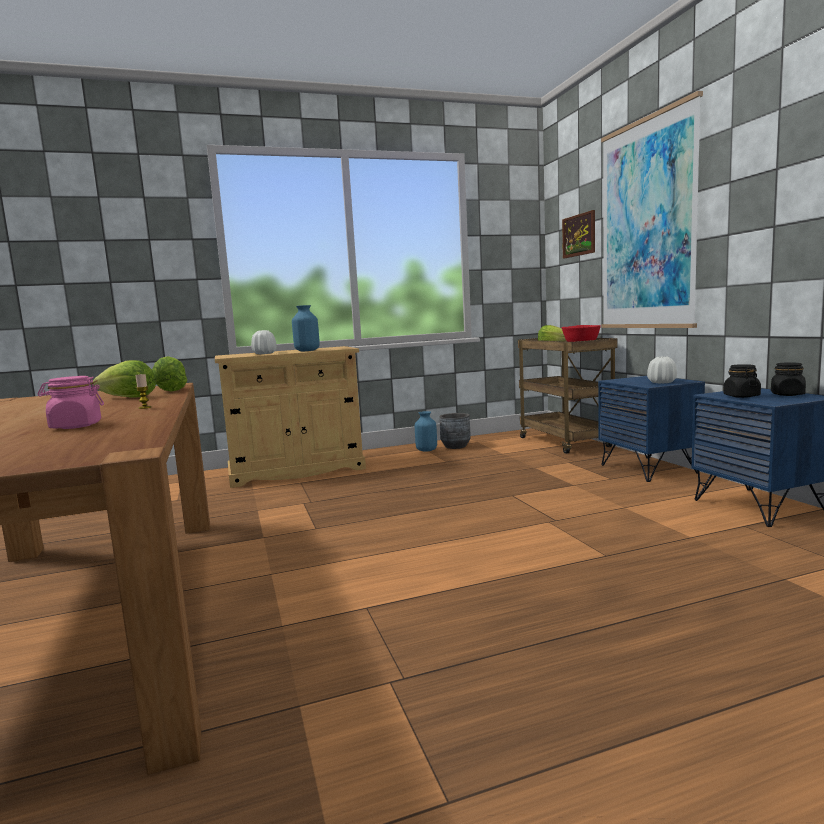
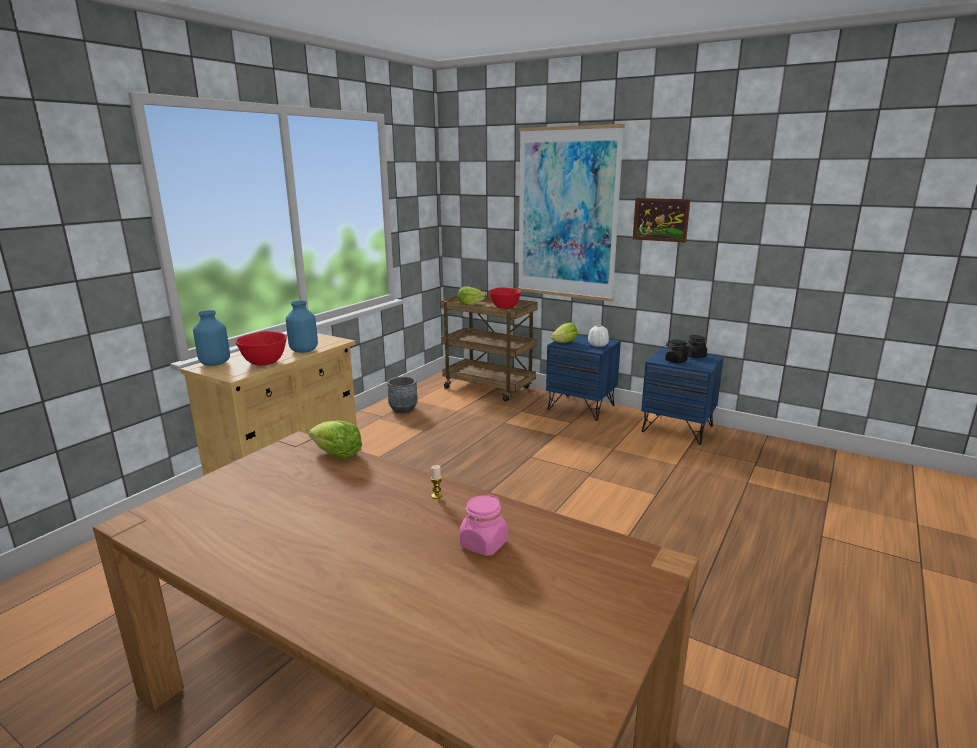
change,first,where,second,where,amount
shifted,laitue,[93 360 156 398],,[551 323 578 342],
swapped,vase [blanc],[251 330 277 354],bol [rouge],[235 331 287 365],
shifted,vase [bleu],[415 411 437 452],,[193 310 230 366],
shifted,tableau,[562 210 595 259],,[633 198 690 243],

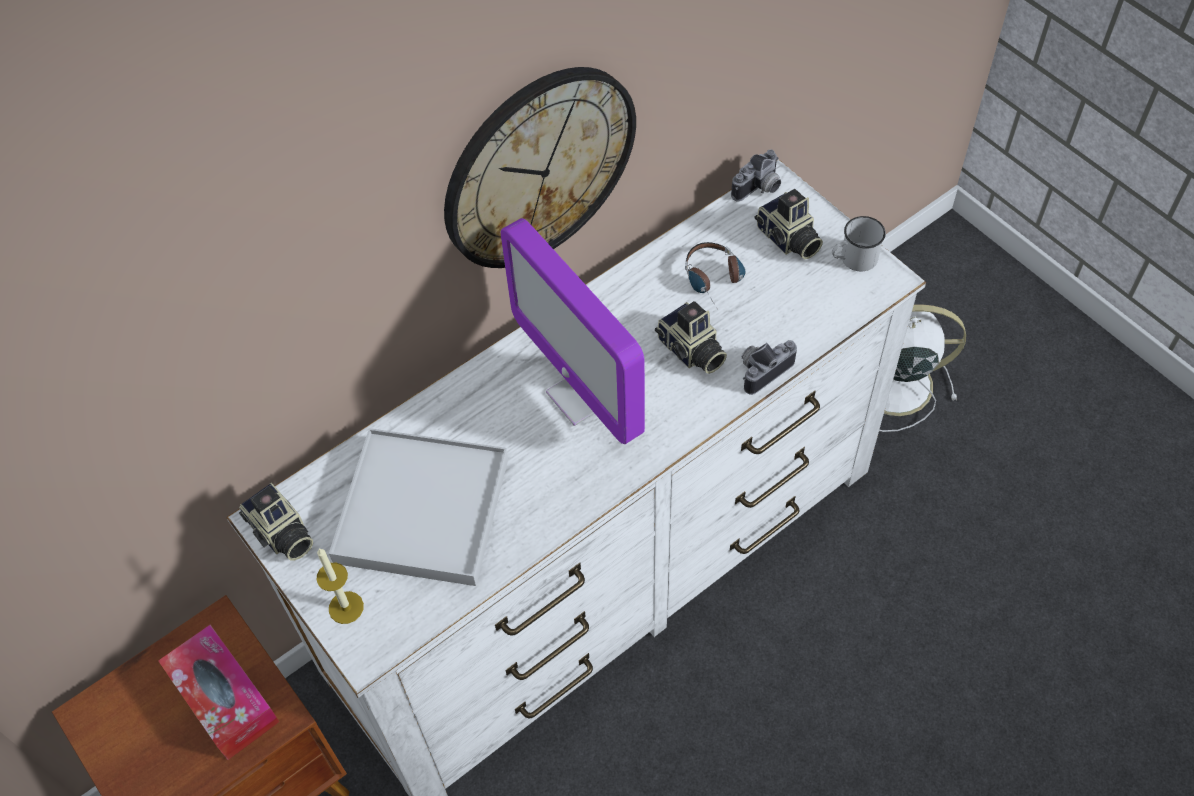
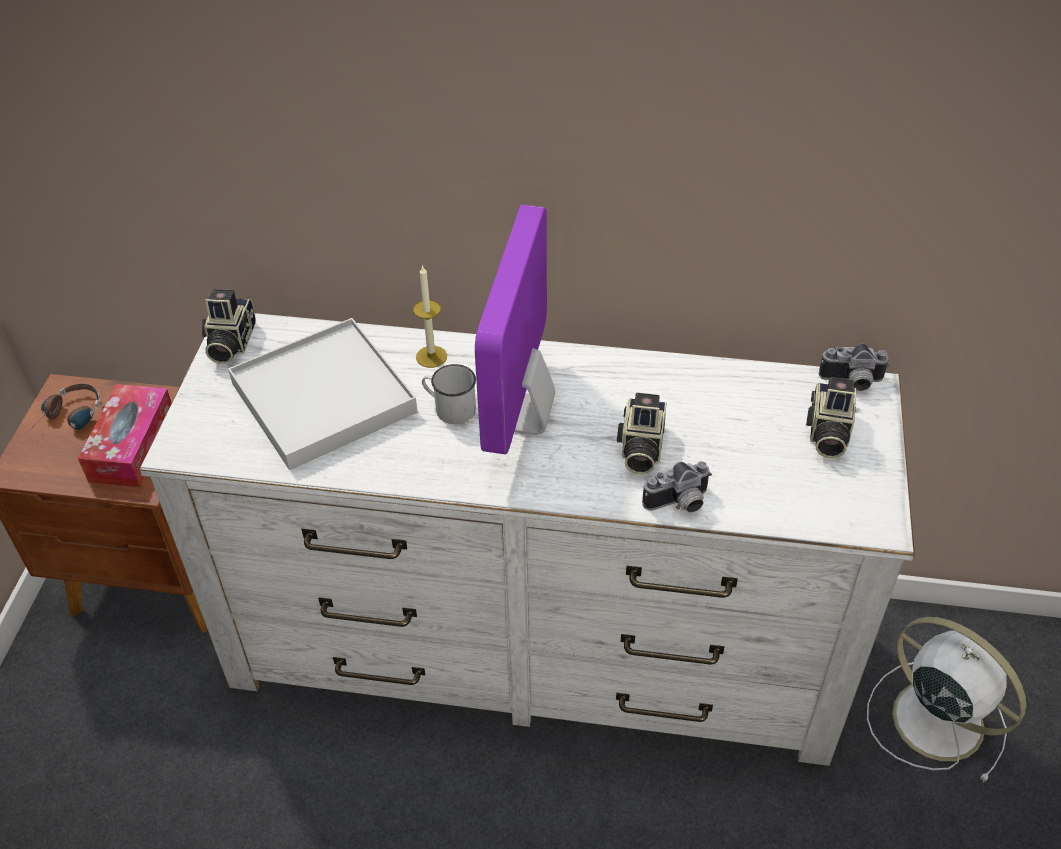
change,first,where,second,where,amount
shifted,bougie,[317 548 364 624],,[413 265 447 368],
gone,horloge murale,[444 67 636 268],,,
shifted,casque audio,[685 242 746 310],,[41 384 100 430],
rotated,appareil photo,[742 340 797 395],,[642 461 712 513],150 degrees clockwise
shifted,mug [blanc],[832 216 886 271],,[422 364 476 424],

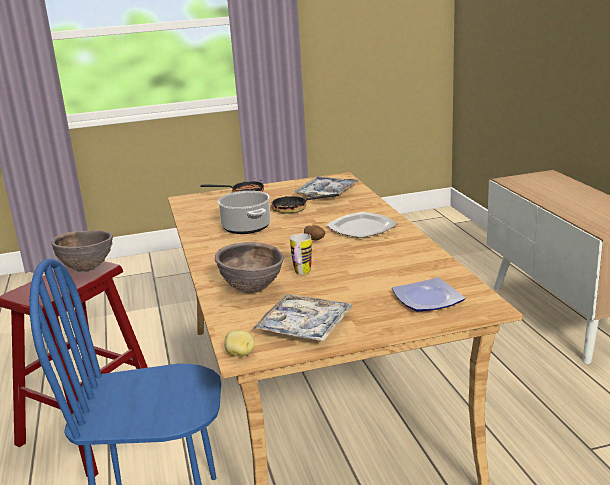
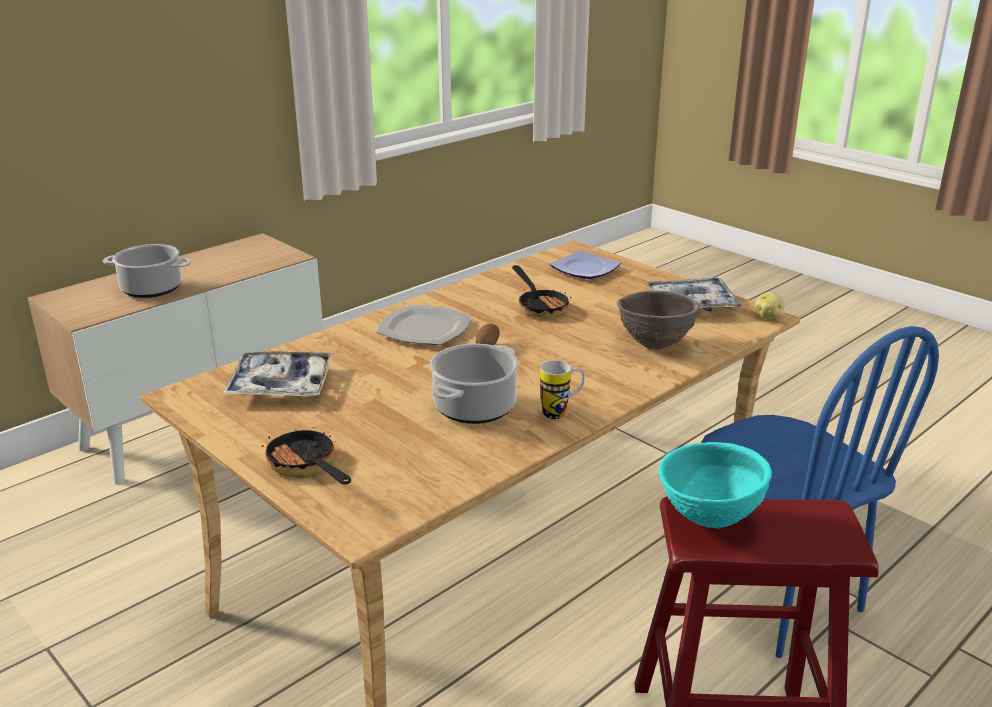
change,first,where,second,where,amount
repainted,bol [marron],[51 230 113 271],bol [turquoise],[658 442 772 529],
shifted,poêle,[271 194 339 214],,[512 265 572 318],
shifted,mug,[290 233 312 274],,[540 360 585 419],
new,,,marmite,[103 244 191 298],

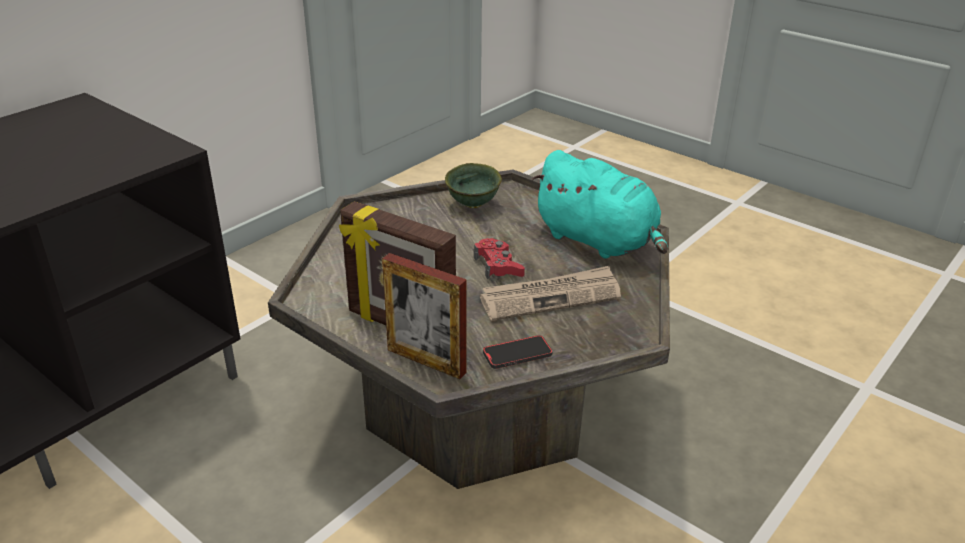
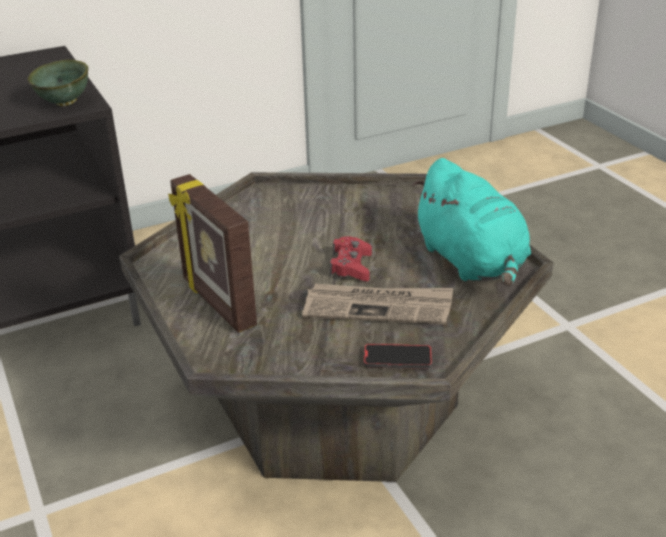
change,first,where,second,where,amount
gone,cadre photo,[382 253 467 379],,,
shifted,bol [vert],[445 163 502 208],,[28 59 88 106],
shifted,téléphone,[483 335 552 369],,[364 344 432 369],

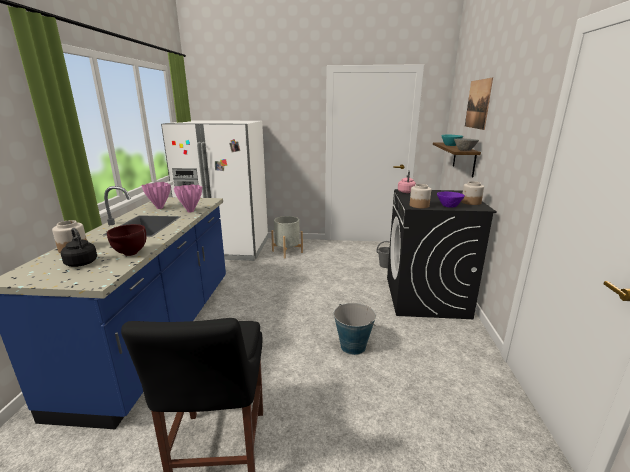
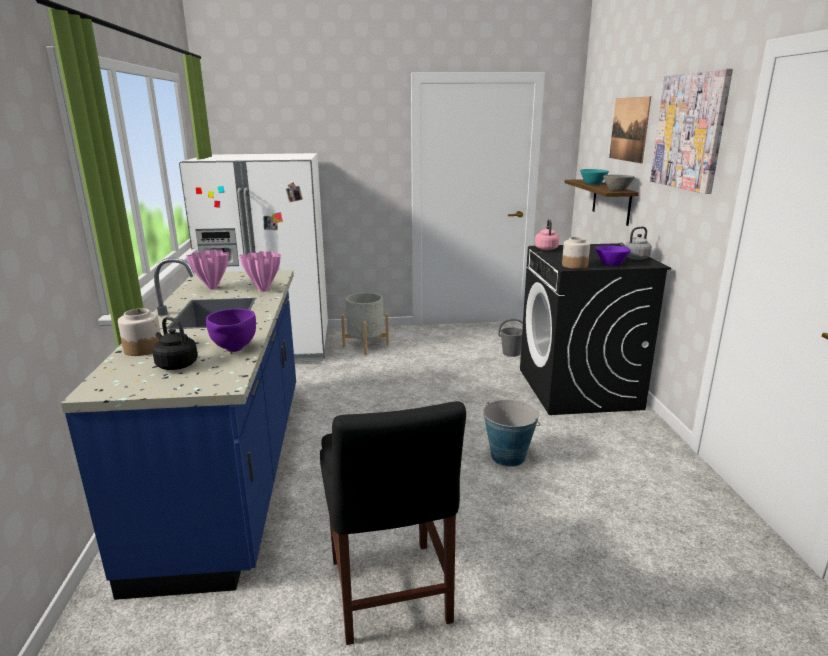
change,first,where,second,where,amount
repainted,bol [marron],[107 224 146 256],bol [violet],[206 308 256 352],
swapped,bocal,[461 181 484 205],bouilloire [gris],[620 227 652 260],
new,,,tableau,[650 69 733 194],

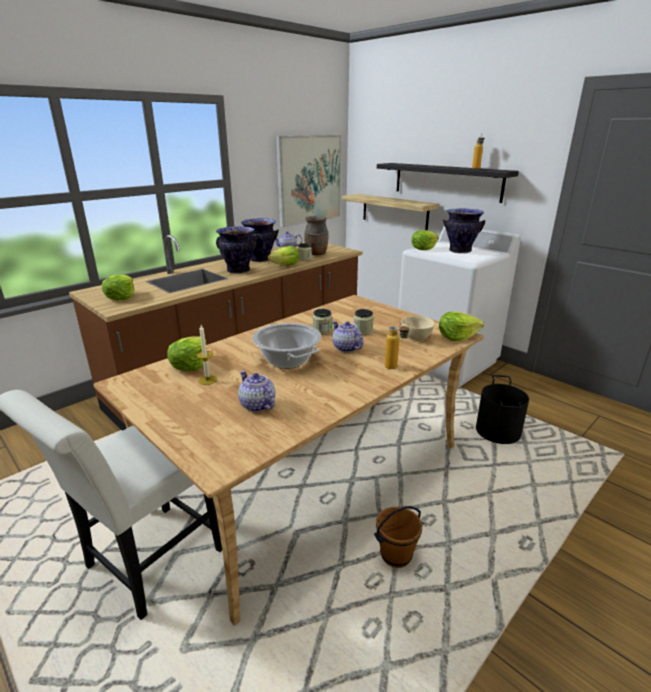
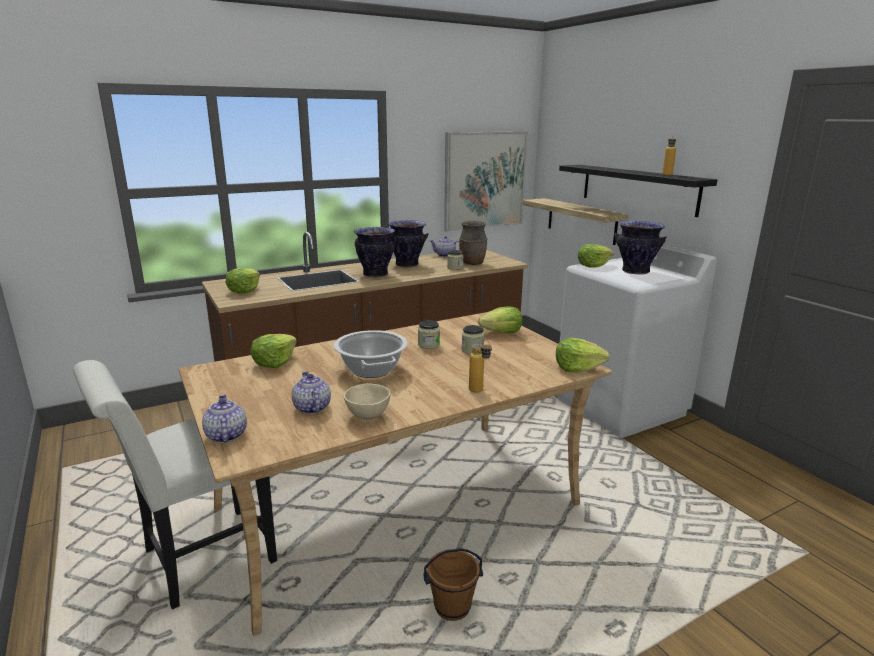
change,first,where,second,where,amount
gone,bougie,[196 325 217 385],,,
shifted,laitue,[268 246 299 265],,[478 307 522 333],
shifted,théière,[332 321 364 352],,[202 394 247 443],
shifted,bol [beige],[401 316 435 340],,[344 384 391 420],
gone,seau [noir],[476 375 529 444],,,

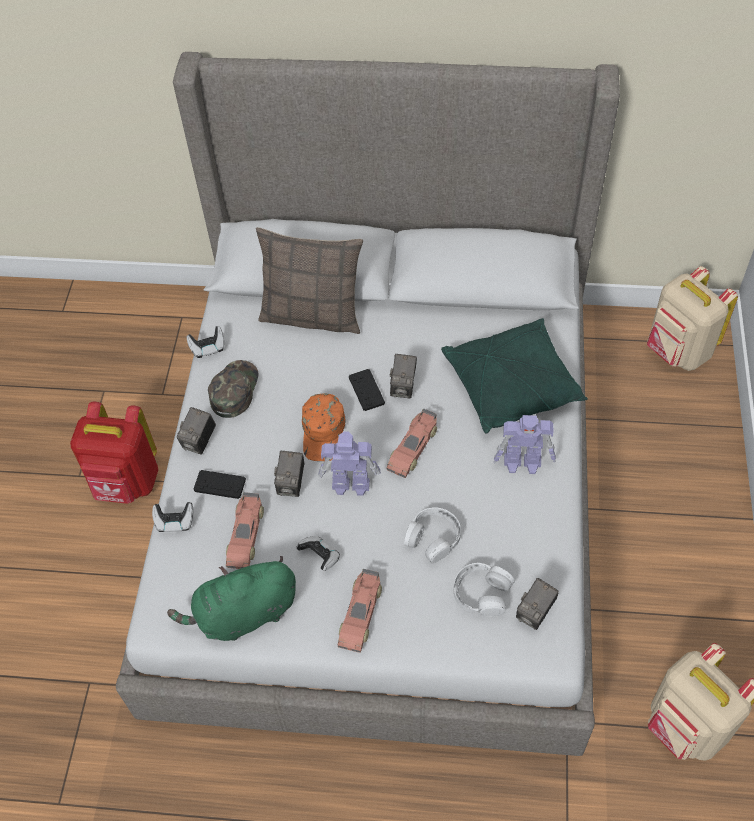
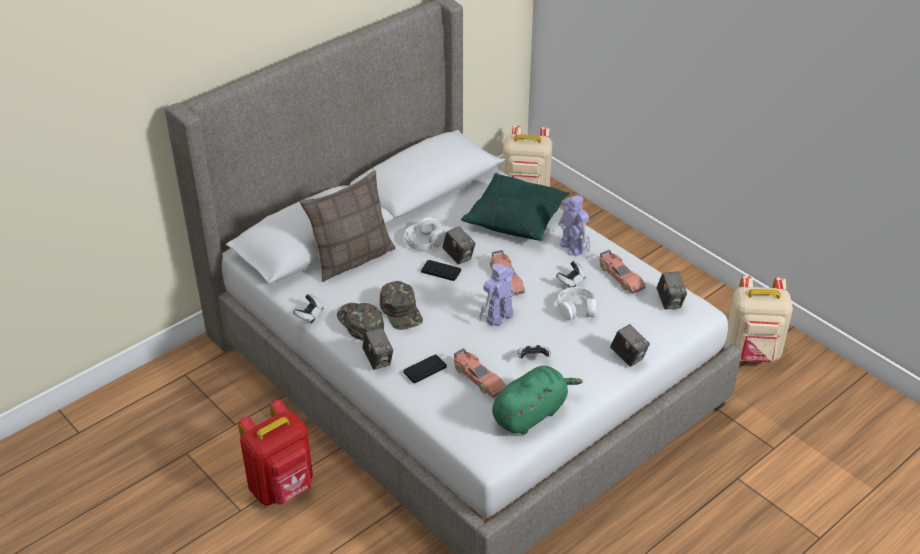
change,first,where,second,where,amount
shifted,manette,[152 502 194 532],,[556 261 586 288],
rotated,peluche [vert],[167 556 296 641],,[492 366 583 435],150 degrees counterclockwise
shifted,appareil photo,[274 451 304 497],,[610 324 650 367],
gone,casquette [orange],[302 393 345 461],,,
shifted,petite voiture,[338 569 382 653],,[600 250 646 294],
shifted,casque audio [blanc],[454 563 515 616],,[405 217 446 251],
rotated,robot jouet,[493 415 556 474],,[558 196 590 257],75 degrees counterclockwise
new,,,casquette [vert],[380 281 423 330],

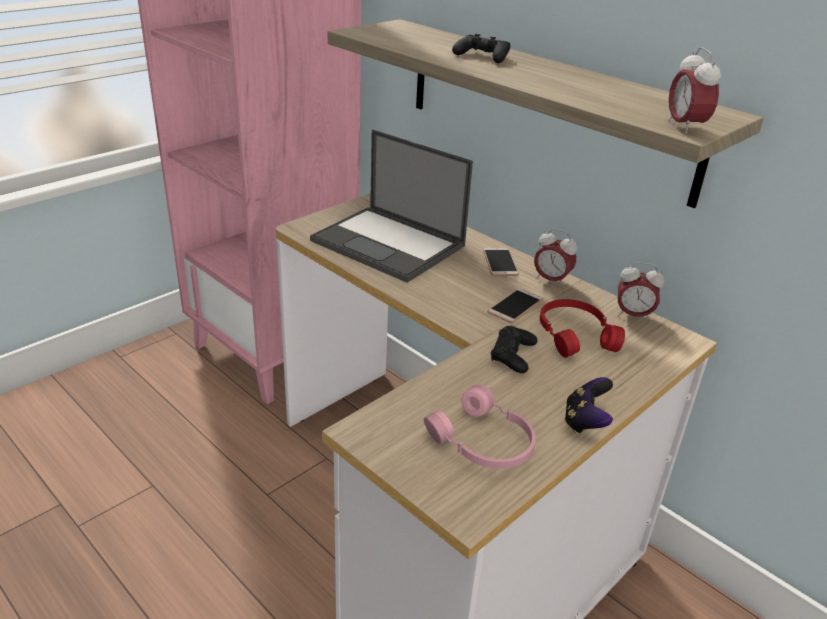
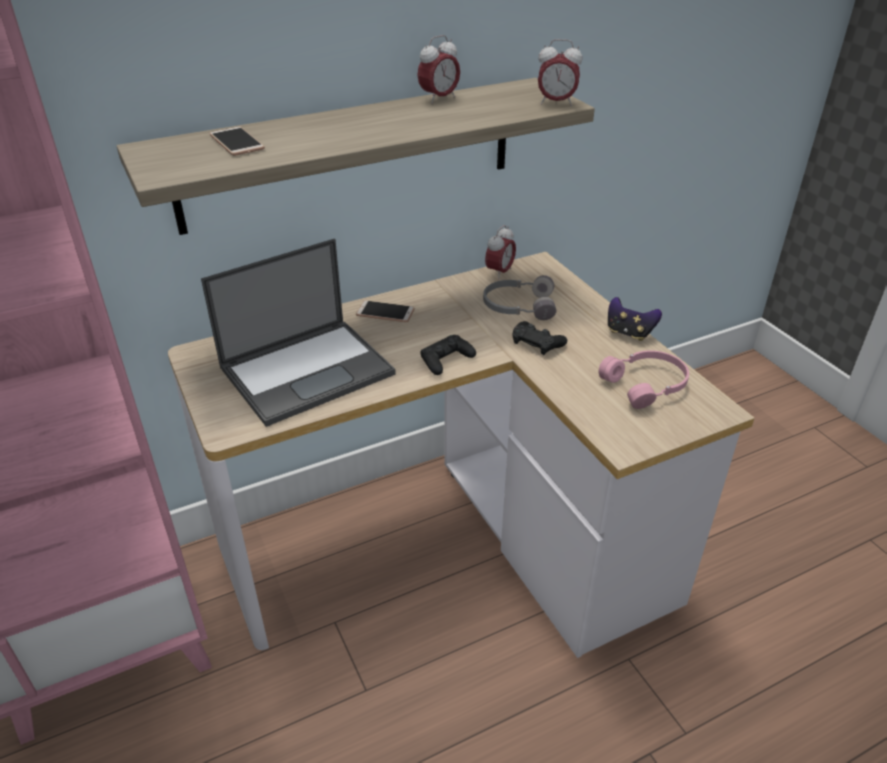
change,first,where,second,where,amount
shifted,manette [noir],[452 34 510 63],,[420 335 476 375],
shifted,téléphone,[487 289 543 323],,[209 127 265 156],
shifted,réveil,[534 229 577 288],,[417 35 460 104],
repainted,casque audio [rouge],[540 299 625 358],casque audio [gris],[483 275 556 320],

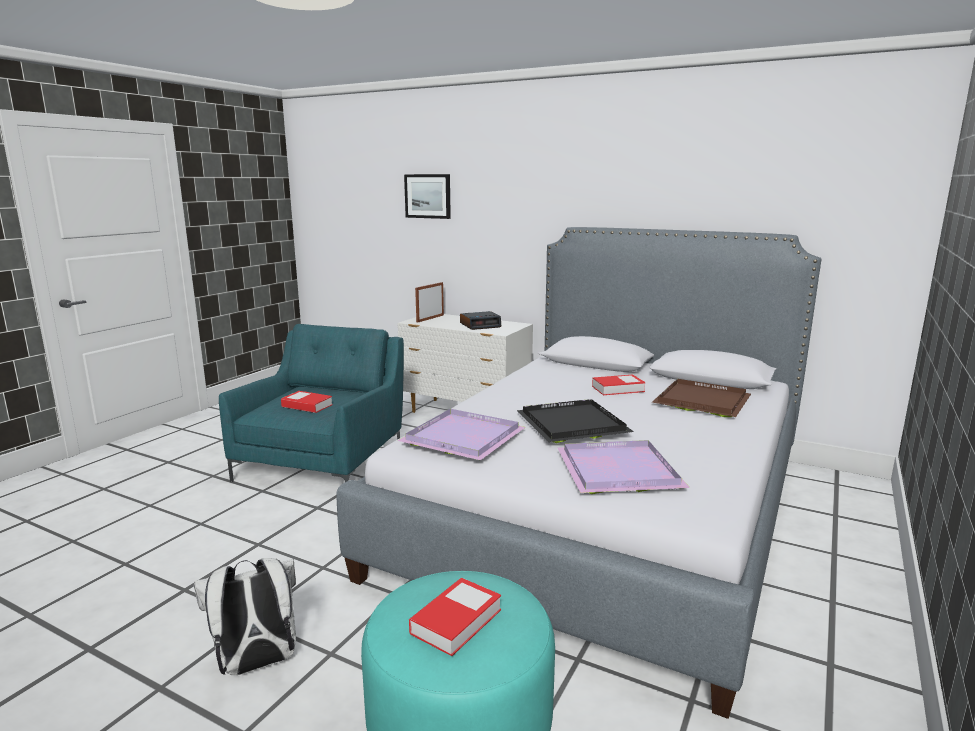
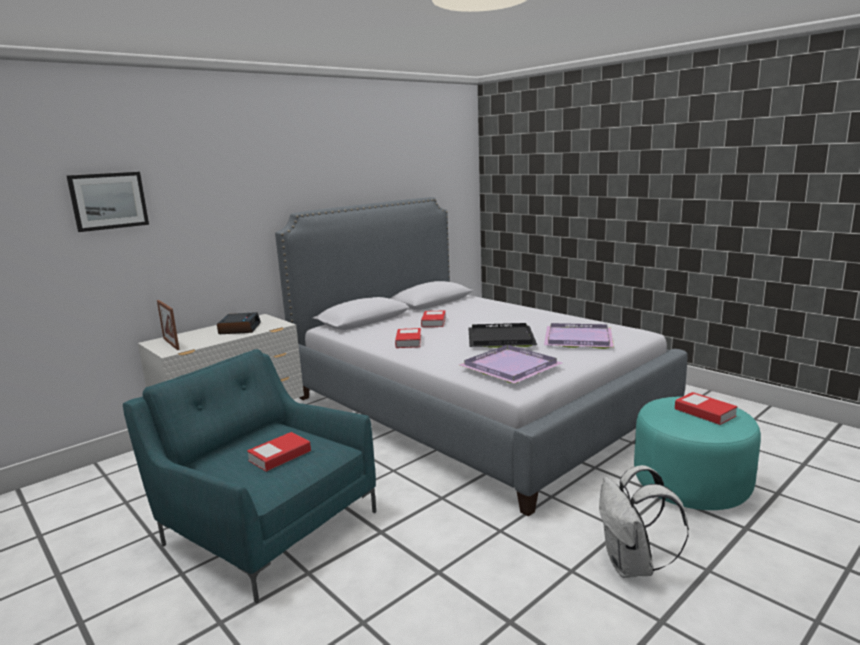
change,first,where,second,where,amount
gone,plateau [marron],[652 379 751 417],,,
new,,,livre,[395 328 421 348],

